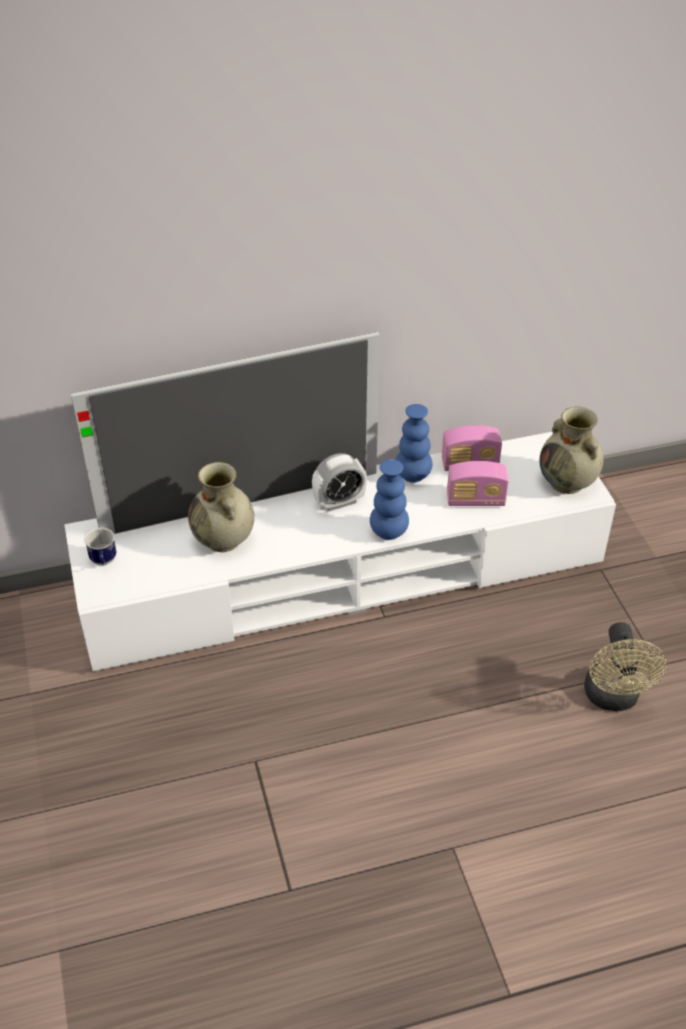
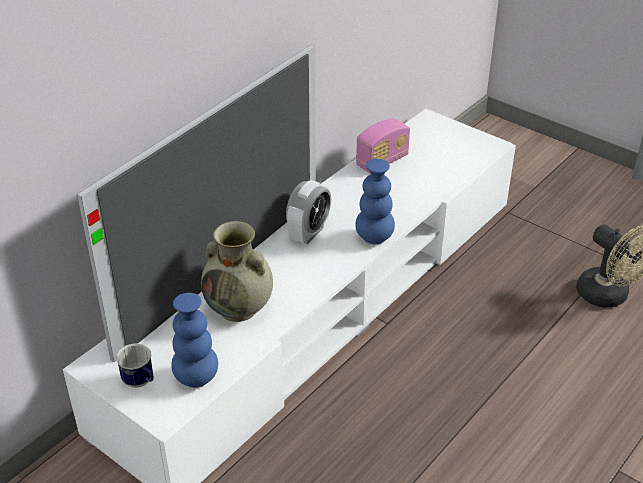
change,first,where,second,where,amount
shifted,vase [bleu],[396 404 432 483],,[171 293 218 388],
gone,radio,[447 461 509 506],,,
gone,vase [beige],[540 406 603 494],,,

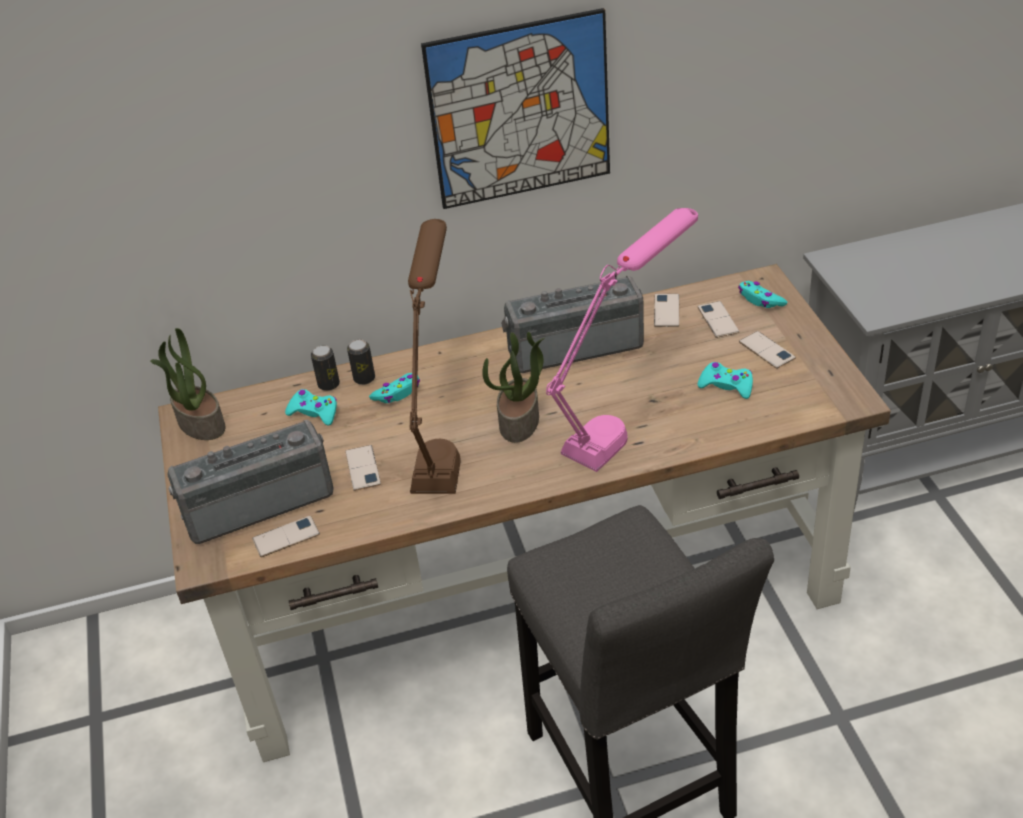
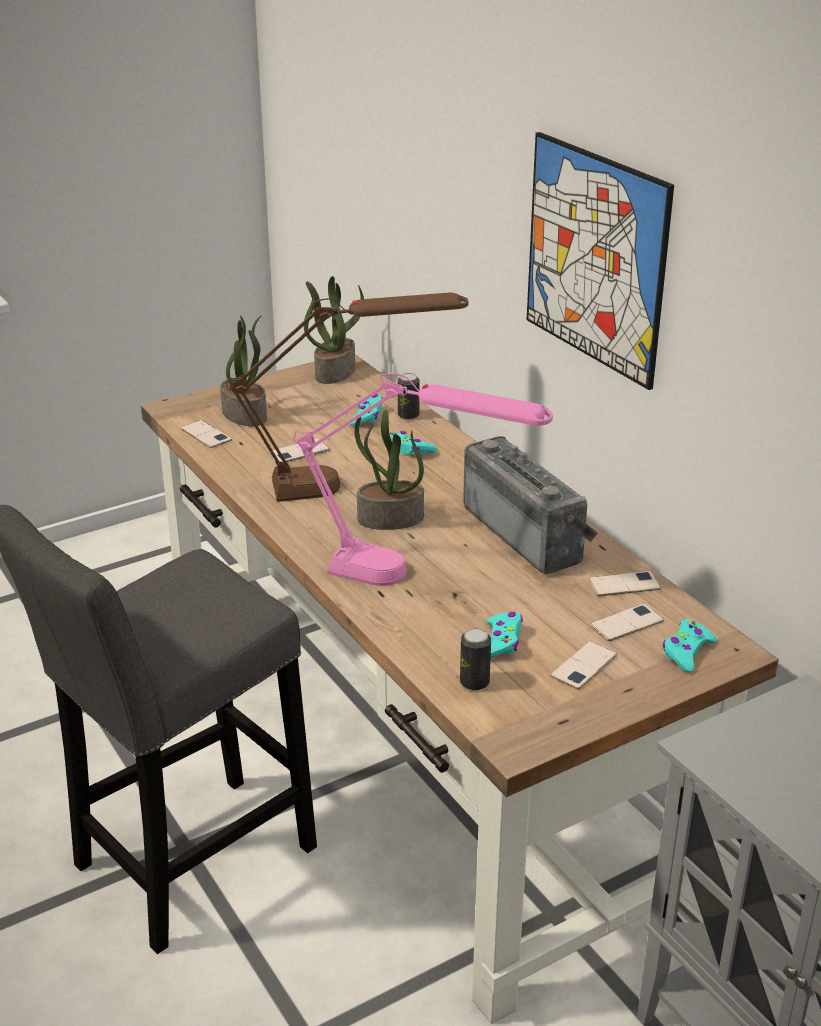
change,first,where,second,where,amount
swapped,radio,[167 420 334 544],plante en pot,[220 315 267 426],
shifted,boîte métallique,[347 339 375 385],,[460 628 491 691],

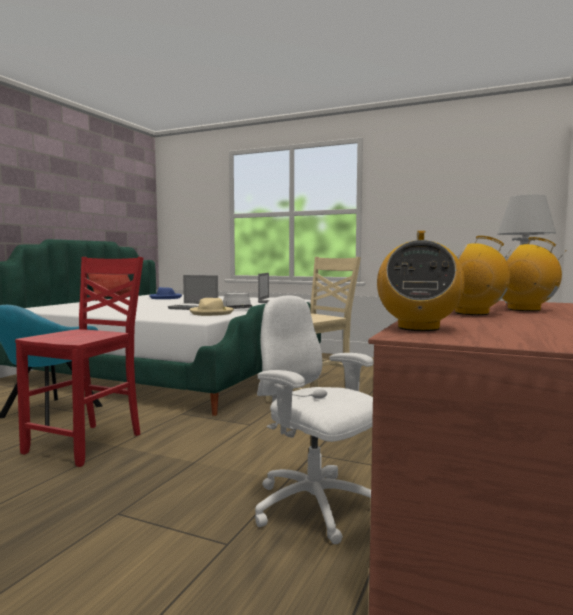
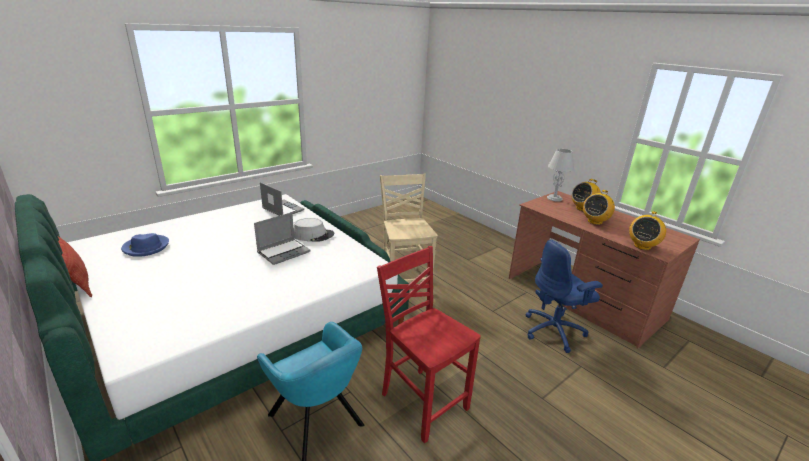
change,first,where,second,where,amount
gone,chapeau [beige],[190 298 234 316],,,
repainted,chaise de bureau [blanc],[255 295 373 544],chaise de bureau [bleu],[526 240 603 353],
rotated,radio,[377 231 465 331],,[629 211 666 250],90 degrees clockwise

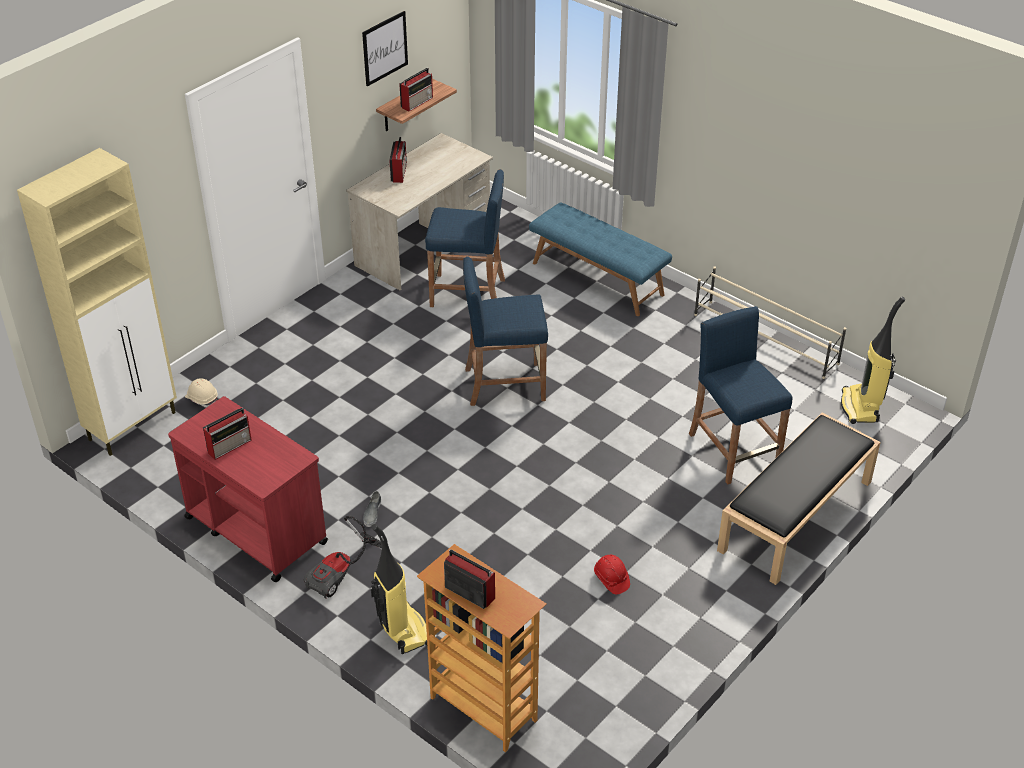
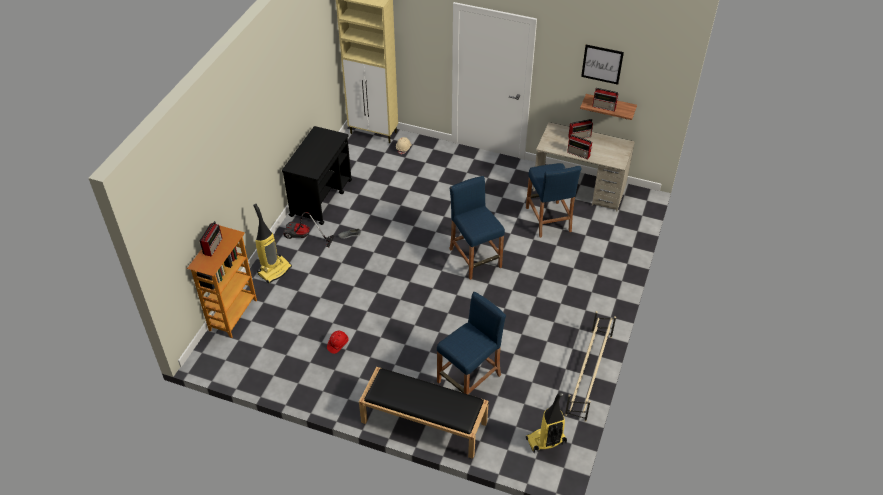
change,first,where,second,where,amount
repainted,chariot [rouge],[168 396 328 582],chariot [noir],[282 126 352 225],
shifted,radio,[203 408 252 460],,[567 135 592 160],
gone,banc [bleu],[529 202 672 316],,,

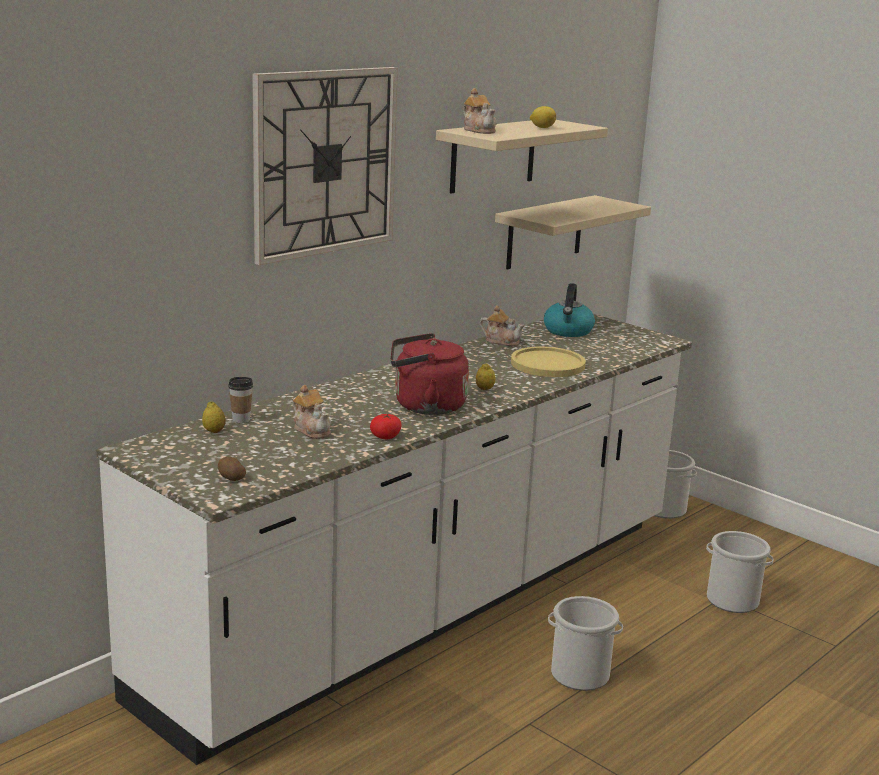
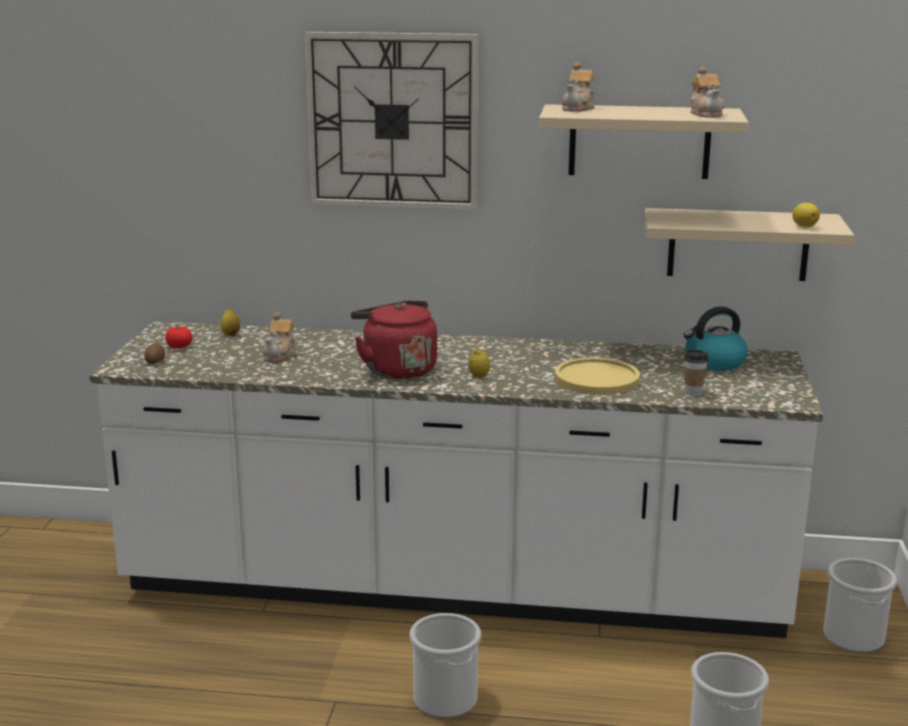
change,first,where,second,where,amount
shifted,tasse,[228 377 253 423],,[684 350 709 396],
shifted,tomate,[370 414 402 439],,[165 326 193 348],
shifted,théière,[480 305 525 346],,[690 66 724 117],
shifted,citron,[530 106 556 128],,[792 203 820 227],

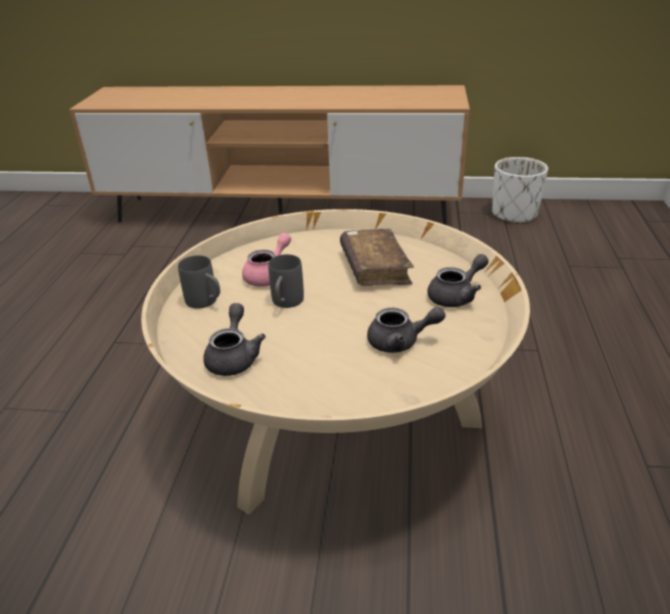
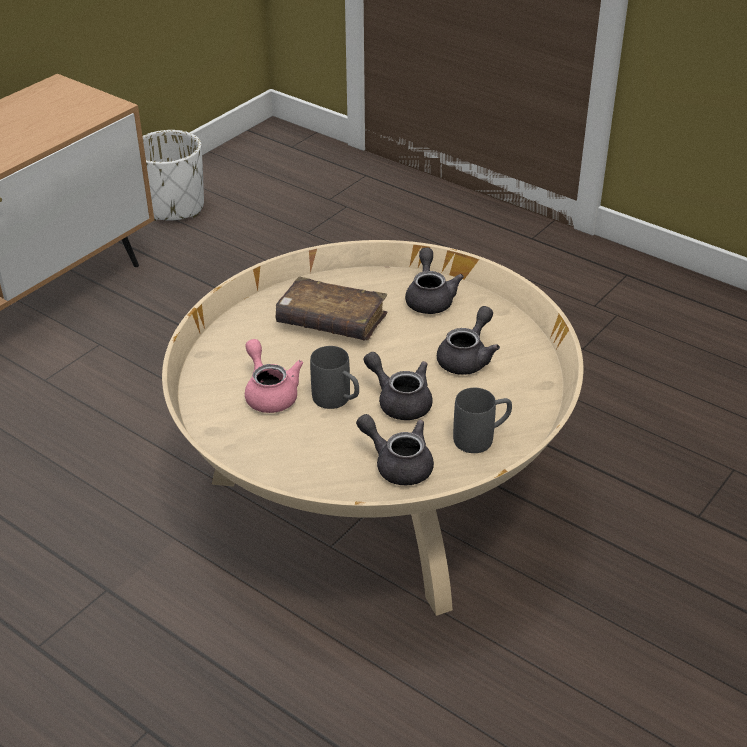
change,first,where,second,where,amount
shifted,mug [gris],[178 255 220 309],,[453 388 512 453],
new,,,théière [gris],[364 352 433 420],

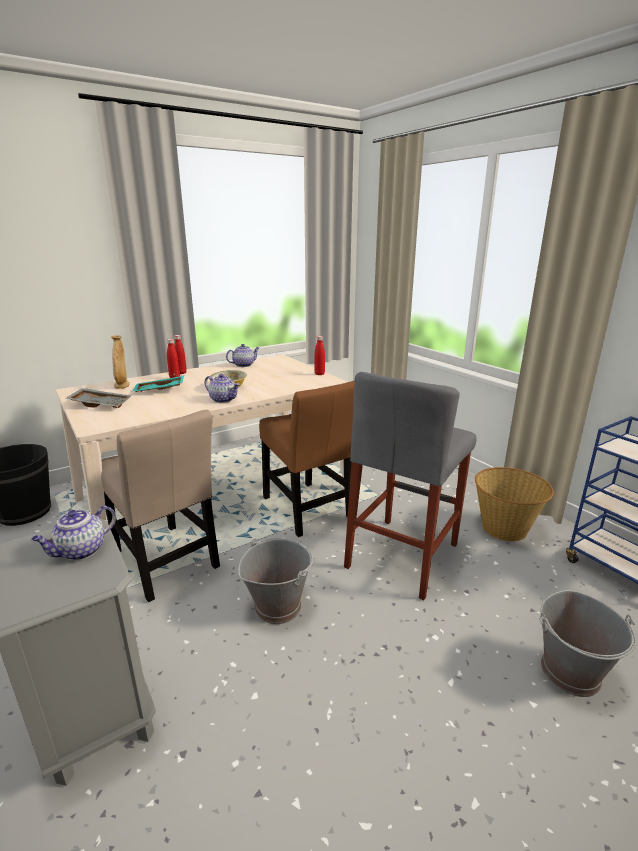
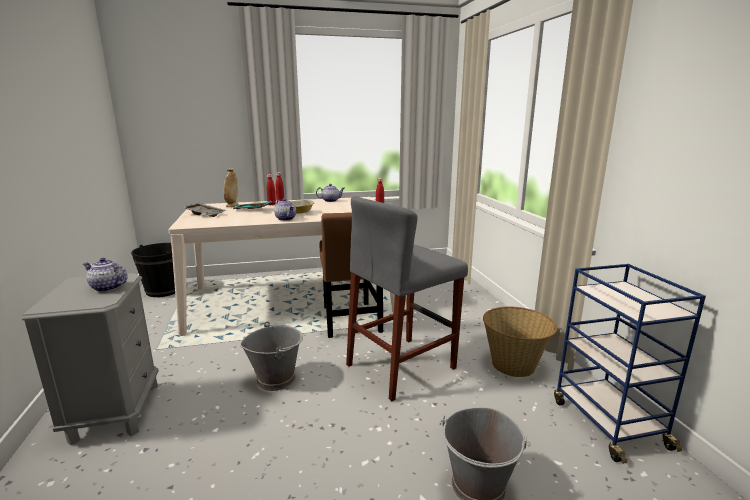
change,first,where,second,where,amount
rotated,théière,[31 506 116 560],,[83 258 128 292],45 degrees clockwise
gone,chaise [beige],[101 410 220 602],,,

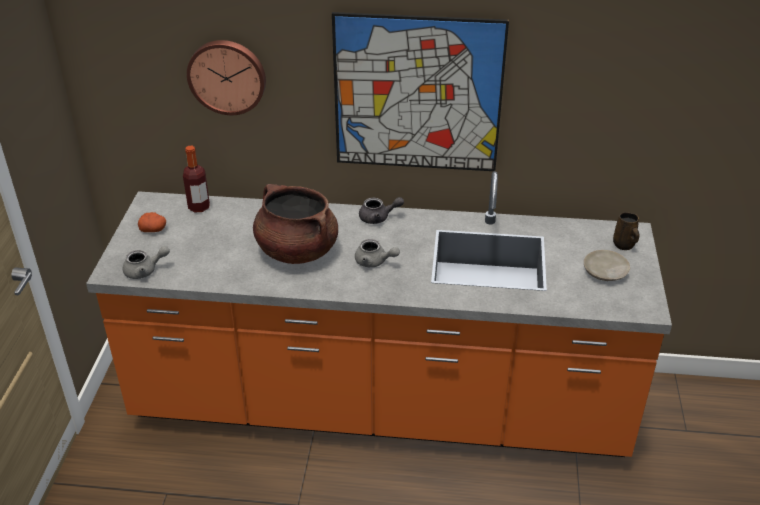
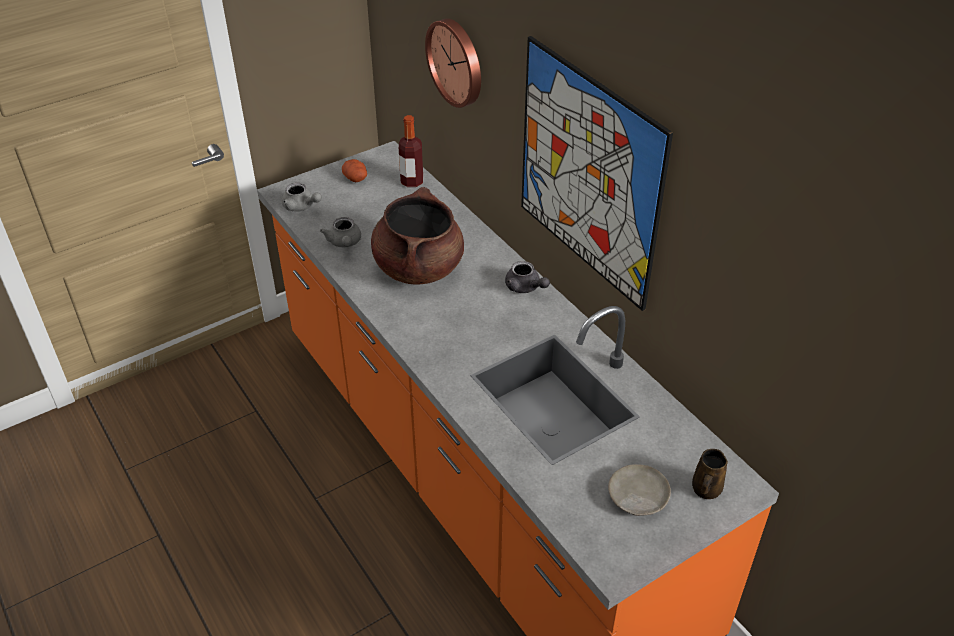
change,first,where,second,where,amount
shifted,théière [gris],[355 239 400 267],,[320 217 361 247],

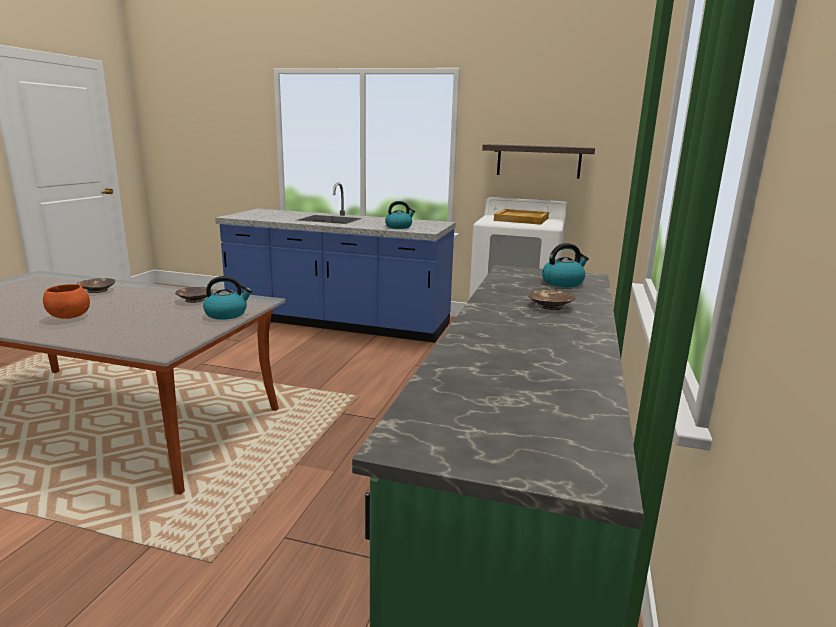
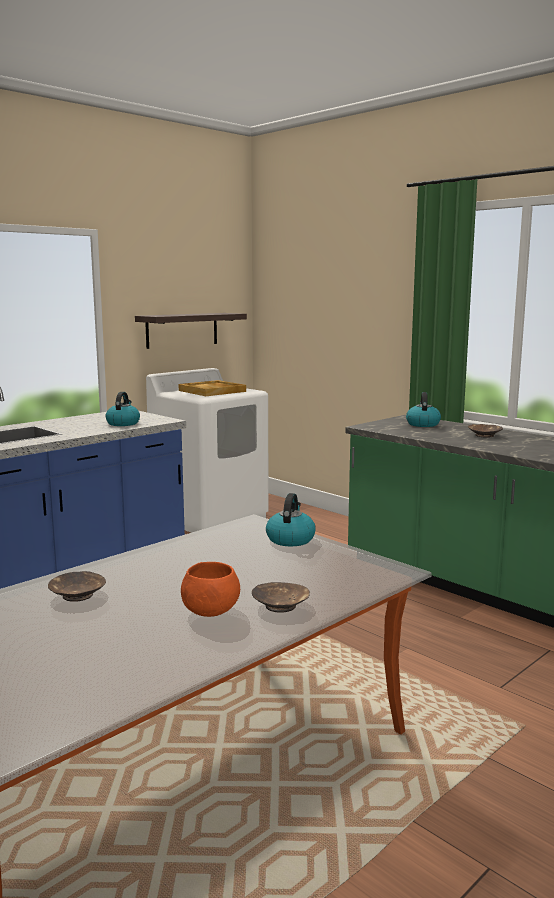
change,first,where,second,where,amount
shifted,bol [marron],[175 287 213 303],,[252 582 310 613],

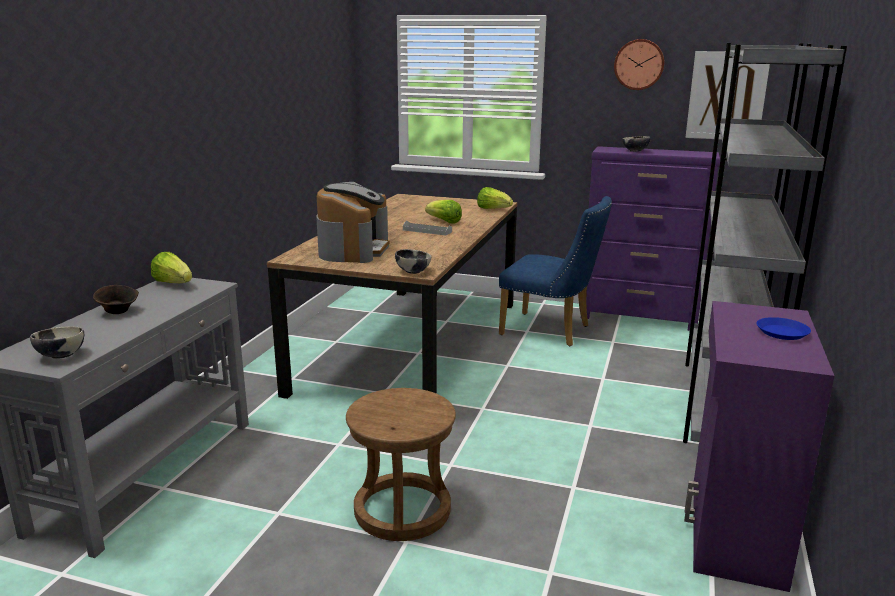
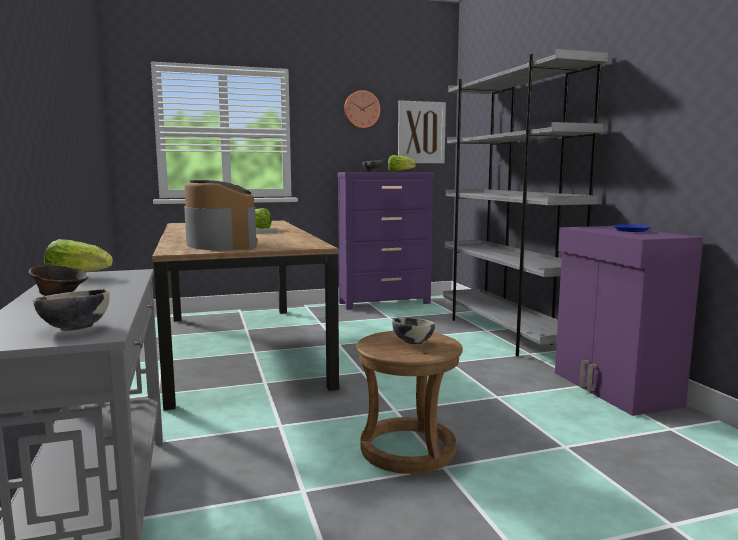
change,first,where,second,where,amount
shifted,bol,[395 249 431 274],,[392 318 435 344],
shifted,laitue,[477 187 513 209],,[388 155 416 172],
gone,chaise [bleu],[499 196 612 347],,,

